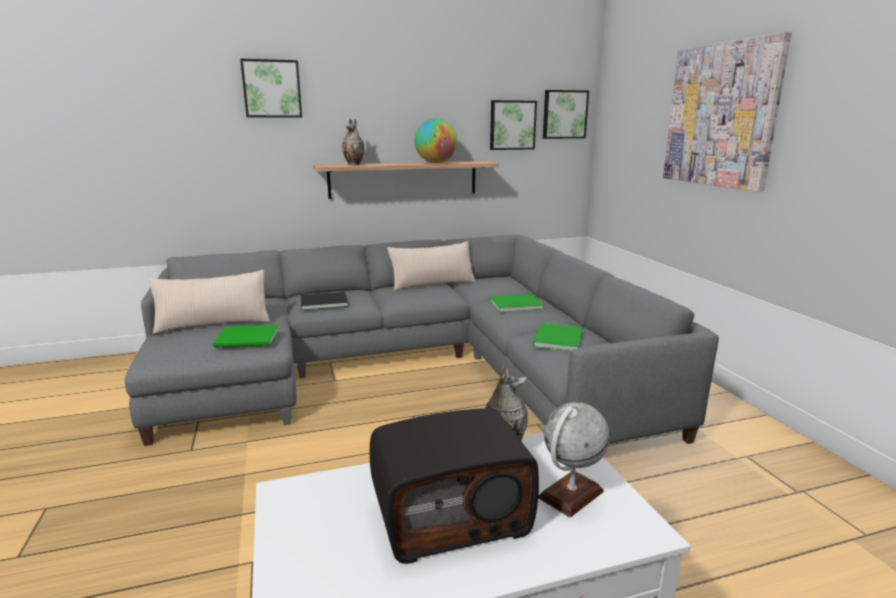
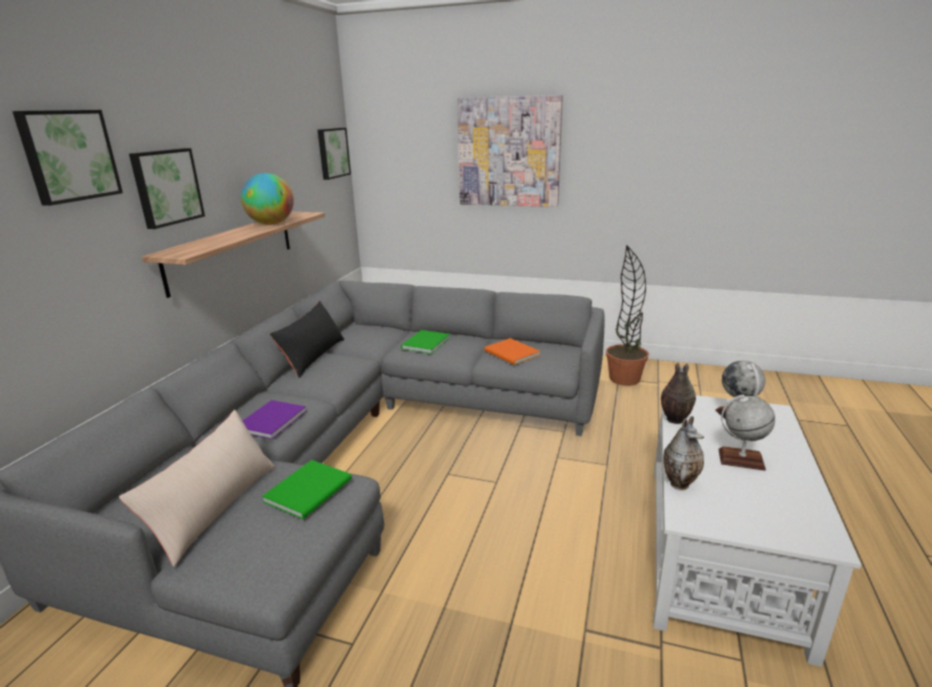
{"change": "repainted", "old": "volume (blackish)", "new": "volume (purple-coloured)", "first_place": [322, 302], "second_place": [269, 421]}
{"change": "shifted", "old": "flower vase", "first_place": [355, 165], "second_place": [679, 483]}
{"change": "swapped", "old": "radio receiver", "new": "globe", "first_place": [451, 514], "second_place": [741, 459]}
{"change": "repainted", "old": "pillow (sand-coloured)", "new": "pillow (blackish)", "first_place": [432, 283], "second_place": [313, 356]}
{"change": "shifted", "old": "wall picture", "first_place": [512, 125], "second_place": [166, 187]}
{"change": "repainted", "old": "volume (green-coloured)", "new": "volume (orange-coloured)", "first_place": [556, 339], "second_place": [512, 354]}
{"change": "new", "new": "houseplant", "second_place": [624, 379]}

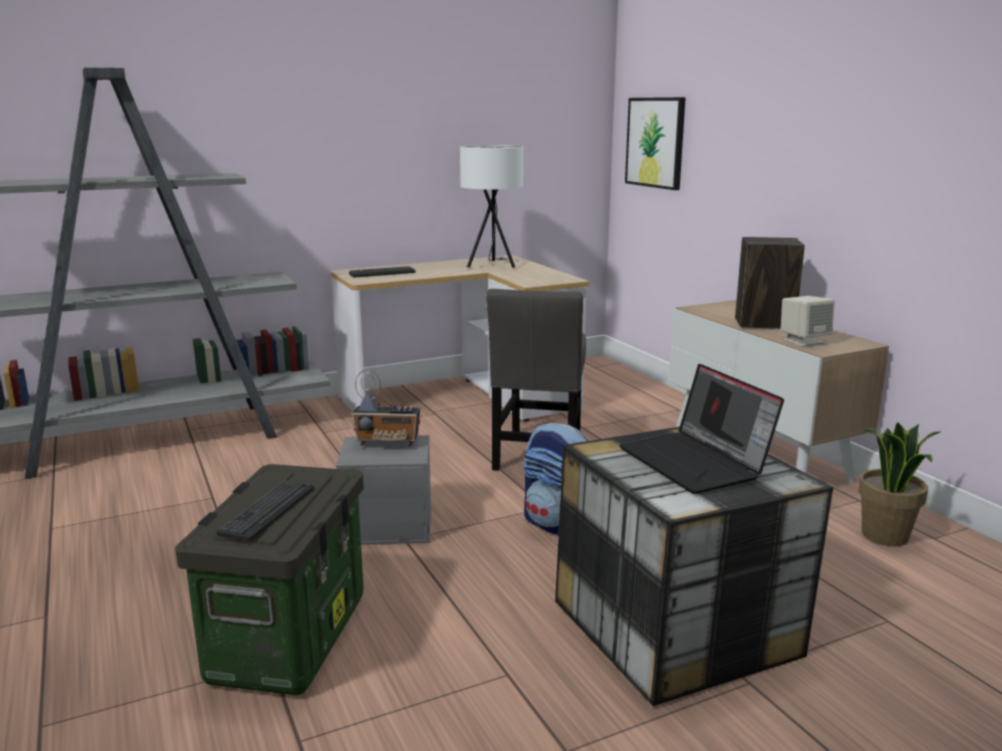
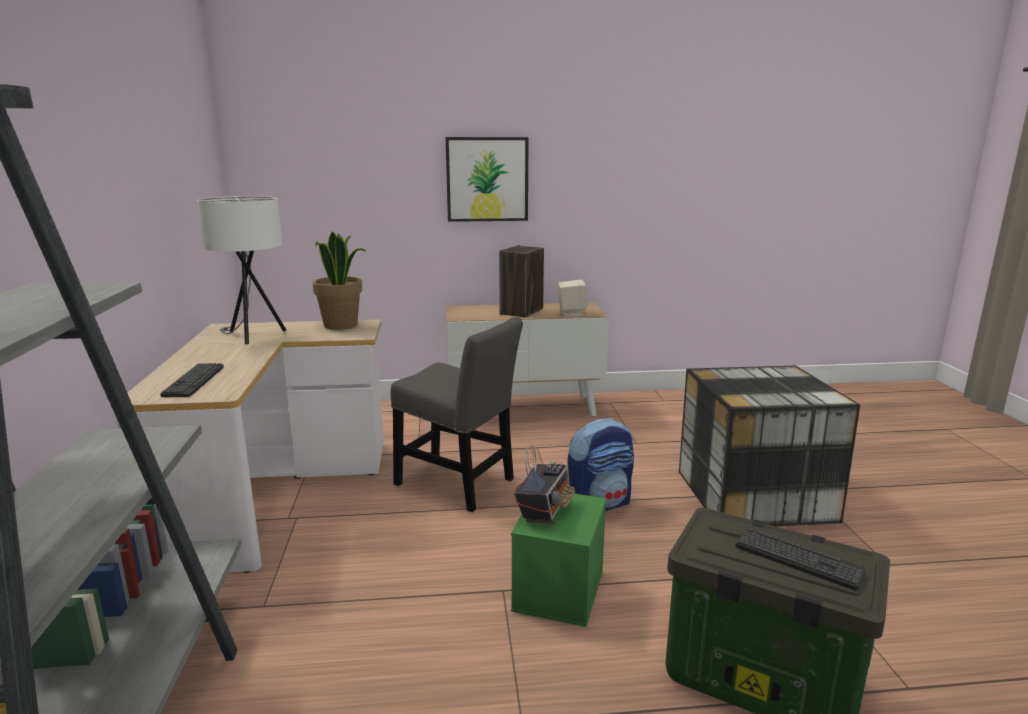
{"change": "repainted", "old": "storage box (greyish)", "new": "storage box (green-coloured)", "first_place": [389, 525], "second_place": [558, 589]}
{"change": "gone", "old": "portable computer", "first_place": [697, 463]}
{"change": "shifted", "old": "wall picture", "first_place": [655, 142], "second_place": [487, 179]}
{"change": "shifted", "old": "houseplant", "first_place": [885, 536], "second_place": [341, 325]}

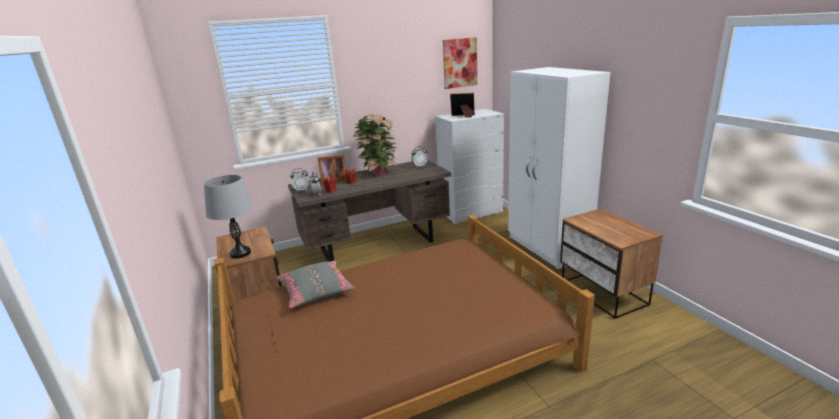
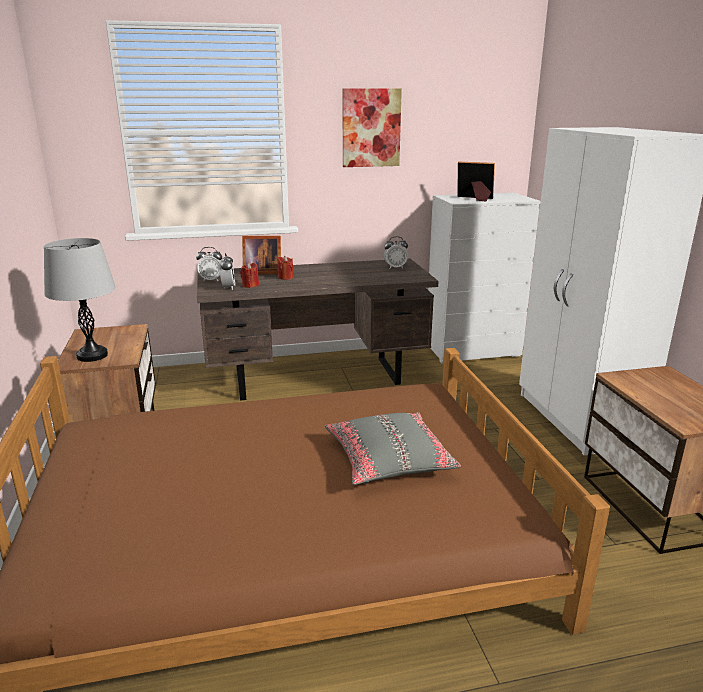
{"change": "shifted", "old": "pillow (greyish)", "first_place": [315, 291], "second_place": [388, 459]}
{"change": "gone", "old": "houseplant", "first_place": [378, 172]}
{"change": "shifted", "old": "wall picture", "first_place": [460, 63], "second_place": [371, 128]}

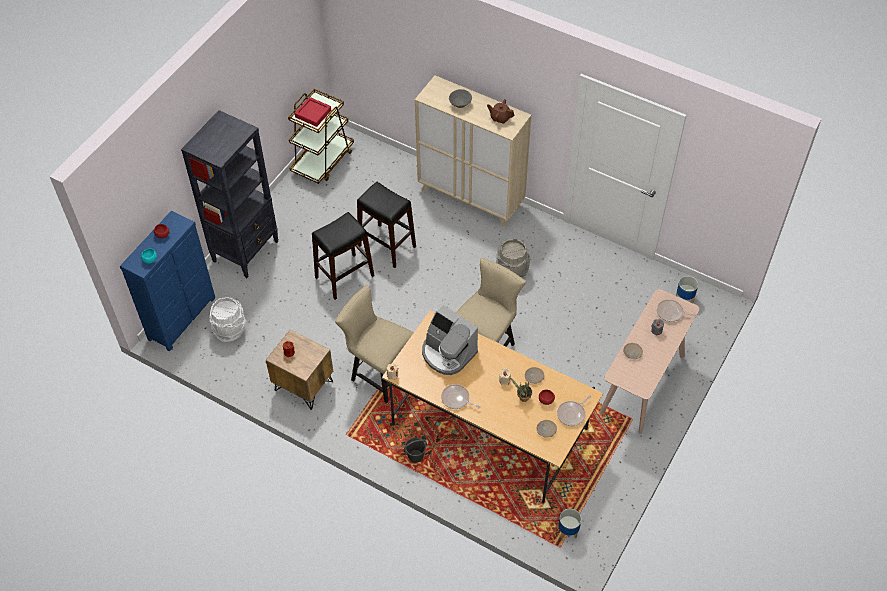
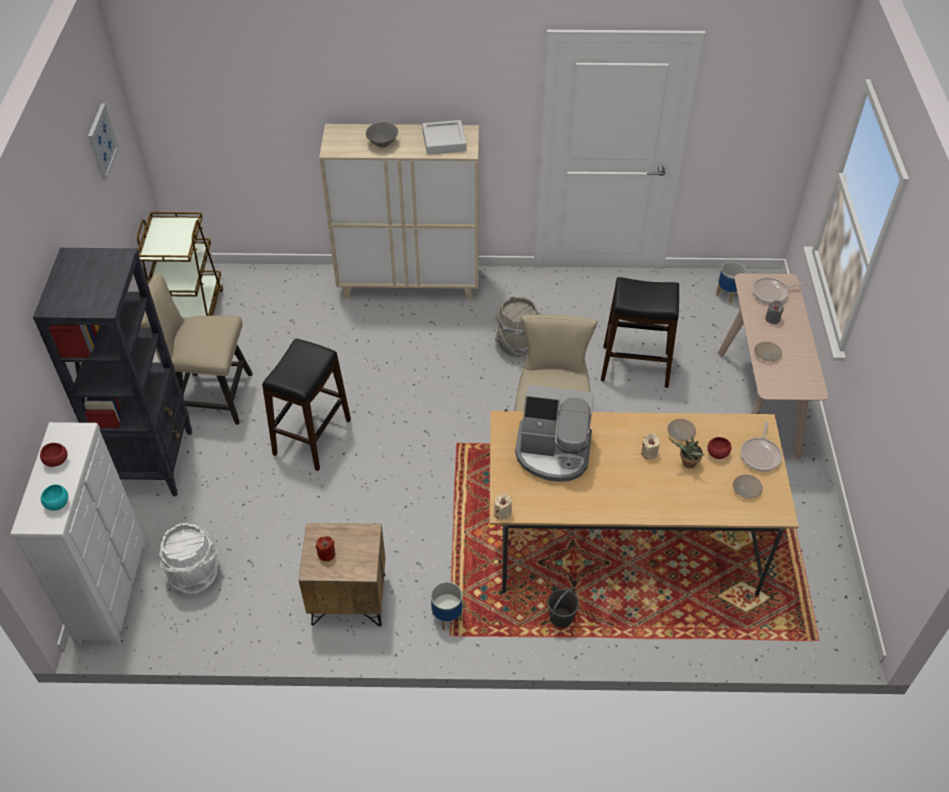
{"change": "repainted", "old": "dresser (bluish)", "new": "dresser (white-coloured)", "first_place": [183, 318], "second_place": [113, 590]}
{"change": "gone", "old": "tray (red-coloured)", "first_place": [313, 114]}
{"change": "shifted", "old": "plain chair (sand-coloured)", "first_place": [378, 372], "second_place": [210, 396]}
{"change": "shifted", "old": "sitting stool (blackish)", "first_place": [386, 246], "second_place": [635, 366]}
{"change": "gone", "old": "frying pan", "first_place": [456, 399]}
{"change": "swapped", "old": "teapot (brown-coloured)", "new": "tray (greyish)", "first_place": [500, 118], "second_place": [444, 141]}
{"change": "shifted", "old": "plant pot", "first_place": [568, 531], "second_place": [447, 617]}
{"change": "new", "new": "wall picture", "second_place": [101, 142]}

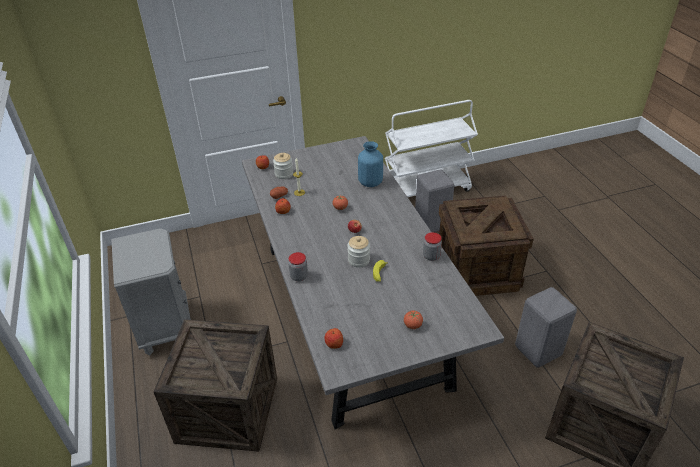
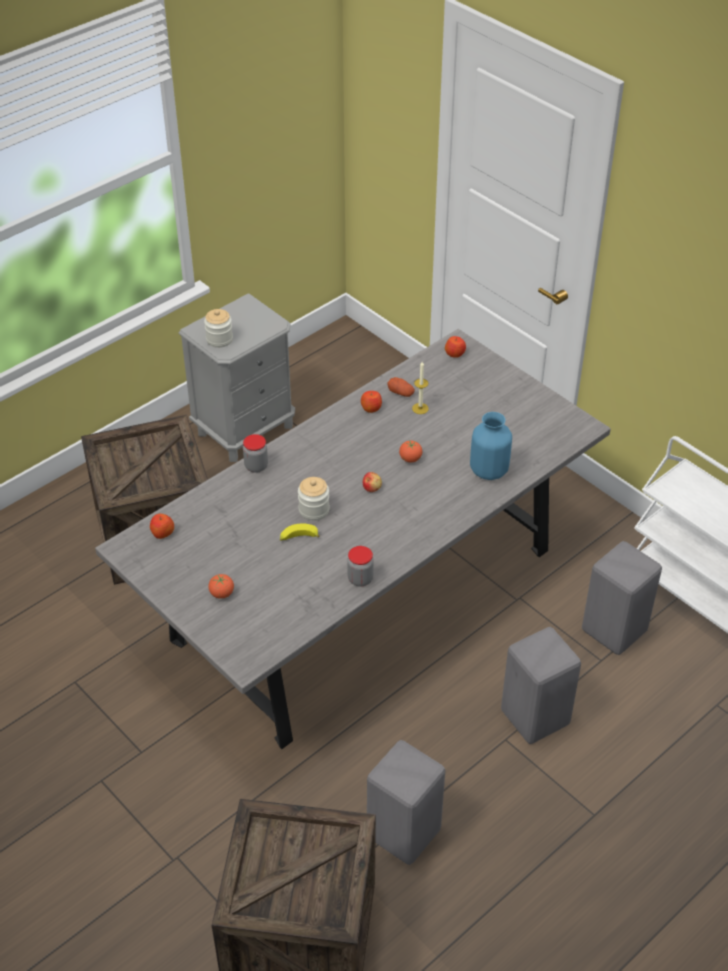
{"change": "shifted", "old": "jar", "first_place": [284, 174], "second_place": [219, 339]}
{"change": "swapped", "old": "crate", "new": "sitting stool (greyish)", "first_place": [477, 270], "second_place": [537, 718]}

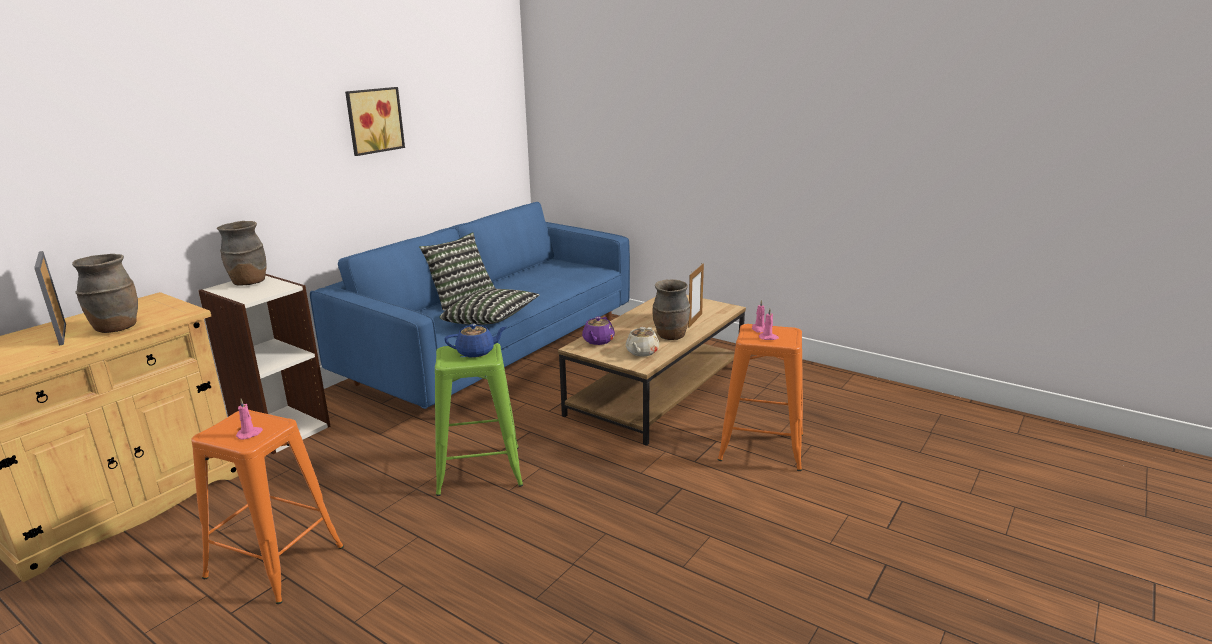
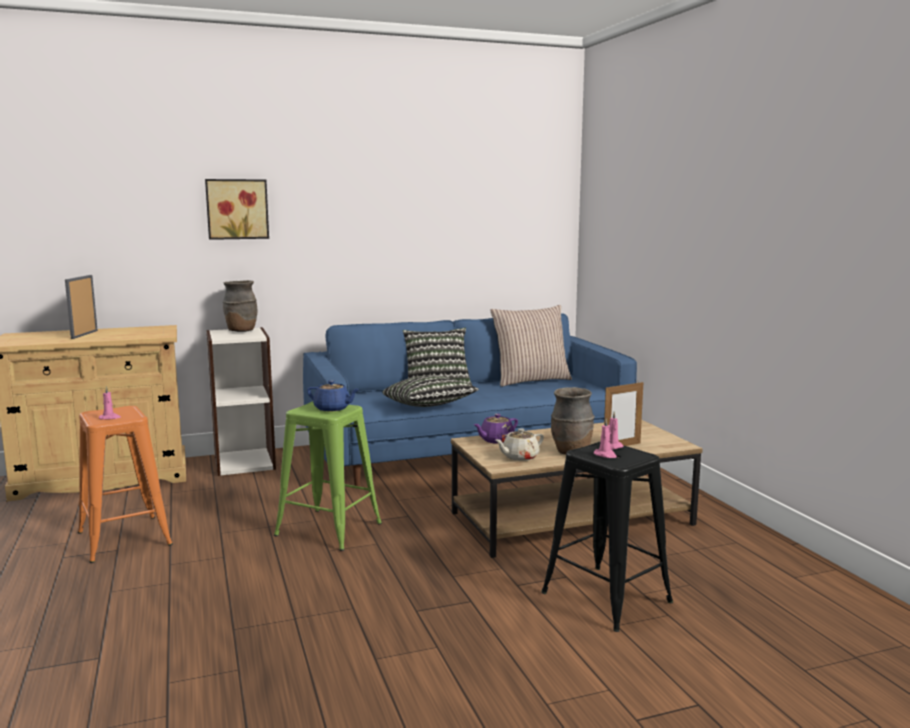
{"change": "gone", "old": "flower vase (brown-coloured)", "first_place": [116, 328]}
{"change": "shifted", "old": "wall picture", "first_place": [373, 120], "second_place": [237, 209]}
{"change": "repainted", "old": "sitting stool (orange-coloured)", "new": "sitting stool (blackish)", "first_place": [760, 447], "second_place": [605, 597]}
{"change": "new", "new": "pillow", "second_place": [530, 380]}

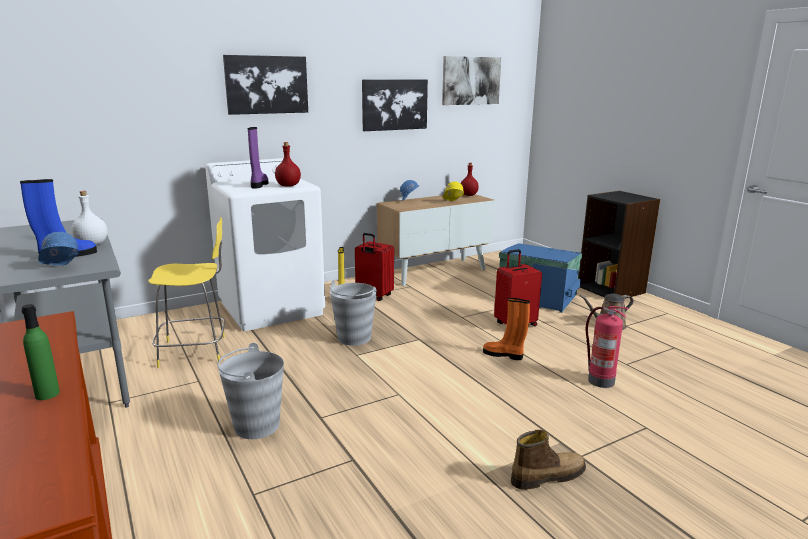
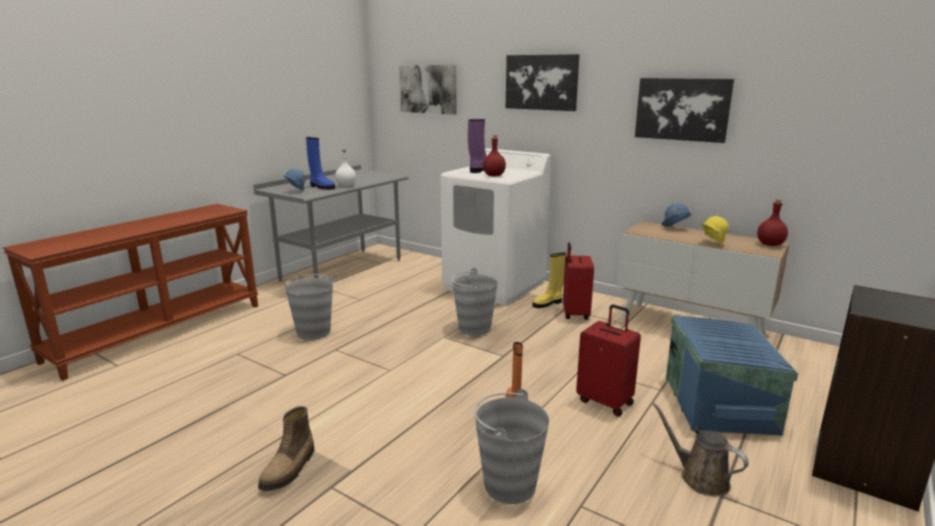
{"change": "gone", "old": "beverage bottle (green-coloured)", "first_place": [47, 394]}
{"change": "gone", "old": "sitting stool (yellow)", "first_place": [196, 351]}
{"change": "shifted", "old": "wall picture", "first_place": [470, 80], "second_place": [428, 89]}
{"change": "rotated", "old": "high-top boot", "first_place": [547, 476], "second_place": [289, 469], "degrees": 60}
{"change": "swapped", "old": "fire-fighting cylinder", "new": "water bucket (greyish)", "first_place": [599, 381], "second_place": [509, 485]}

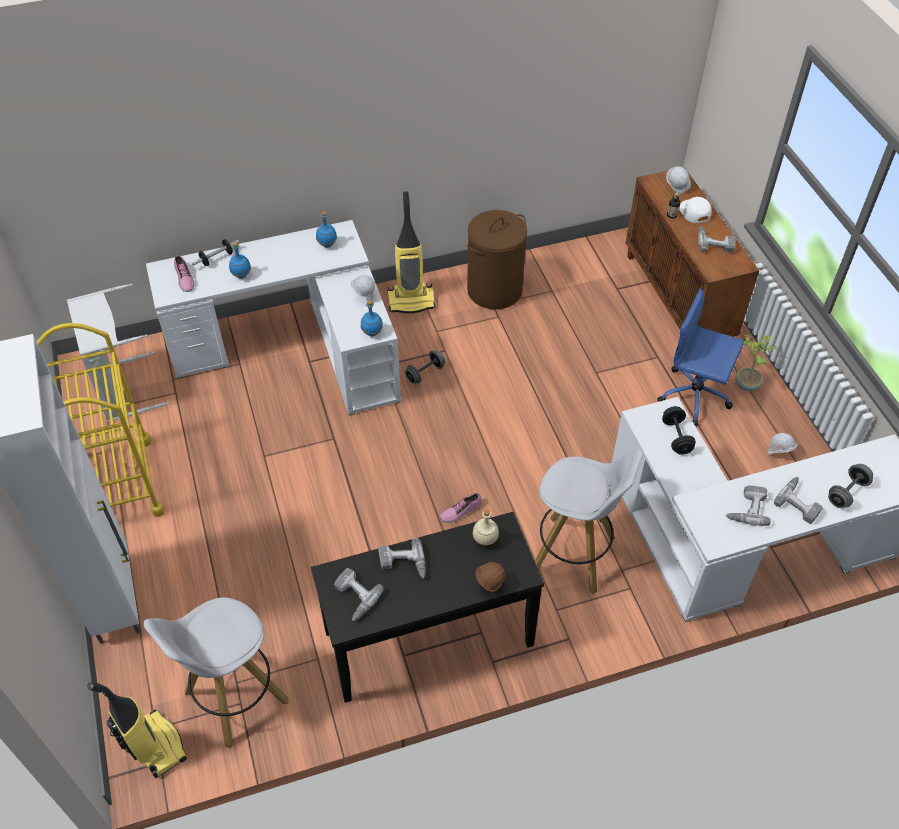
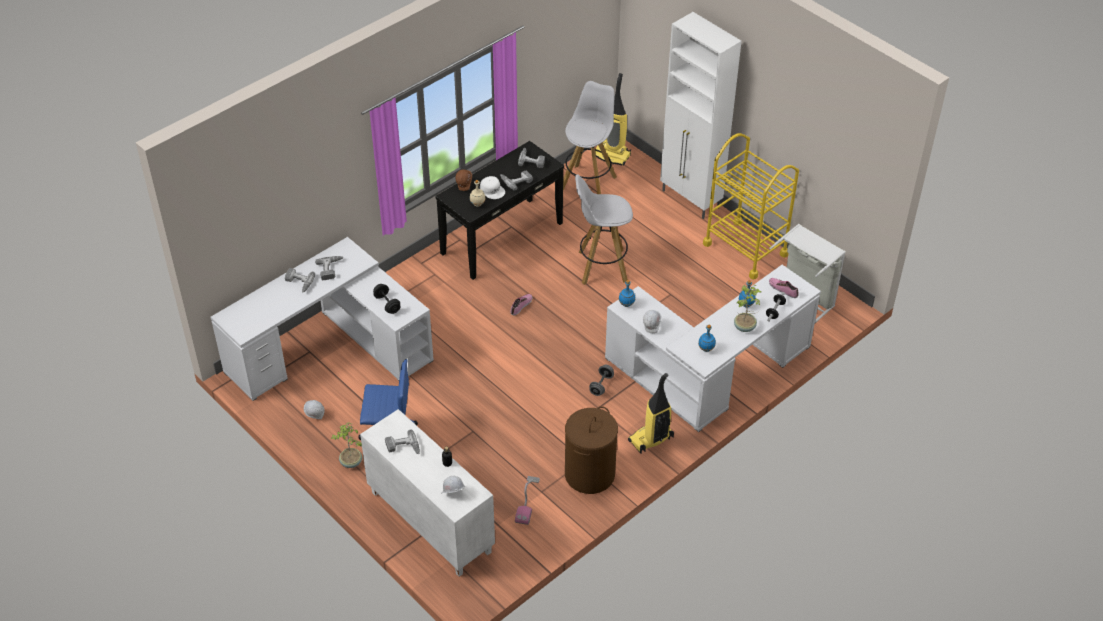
{"change": "shifted", "old": "sitting stool (white-coloured)", "first_place": [574, 555], "second_place": [601, 267]}
{"change": "repainted", "old": "cupboard (brown-coloured)", "new": "cupboard (white-coloured)", "first_place": [678, 300], "second_place": [429, 522]}
{"change": "shifted", "old": "peaked cap (white-coloured)", "first_place": [694, 212], "second_place": [492, 190]}
{"change": "gone", "old": "dumbbell (greyish)", "first_place": [847, 493]}
{"change": "new", "new": "vacuum", "second_place": [527, 501]}
{"change": "new", "new": "houseplant", "second_place": [745, 327]}

